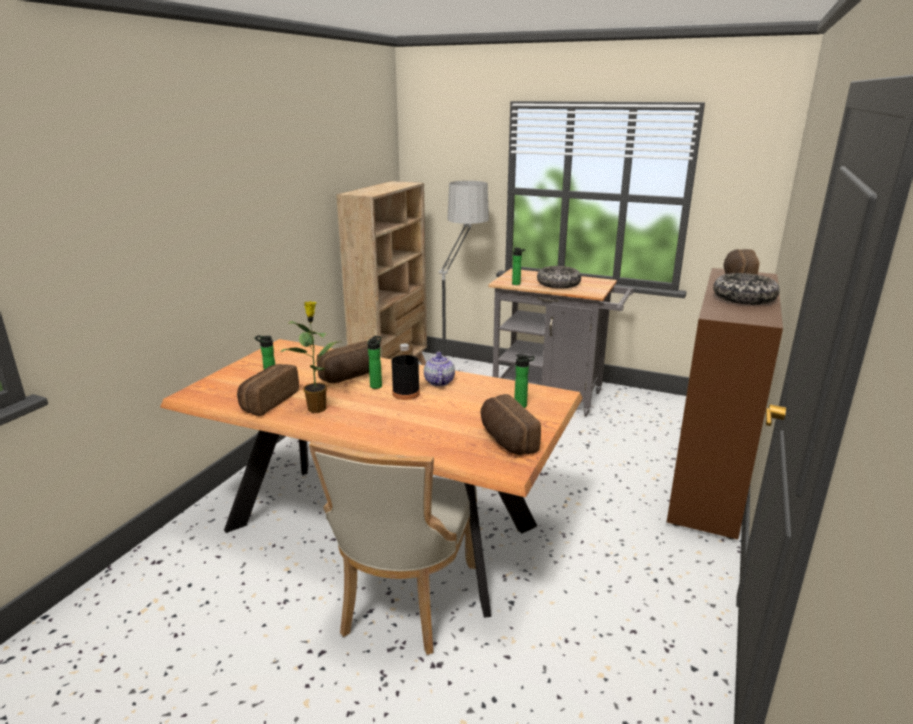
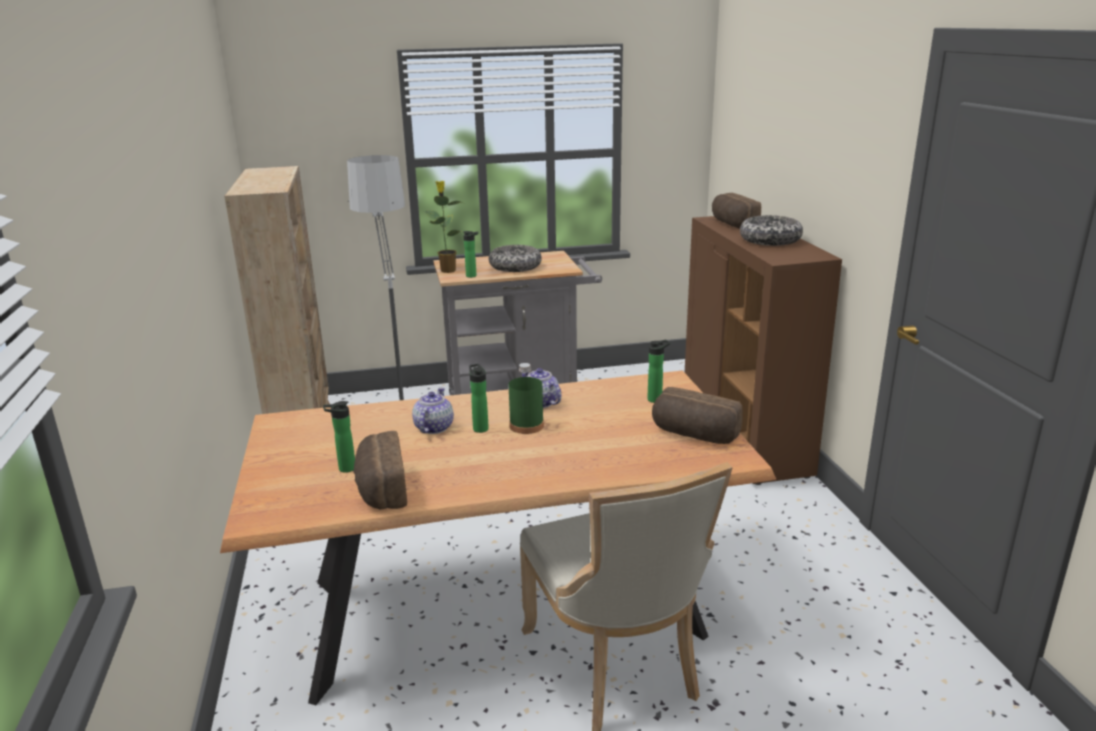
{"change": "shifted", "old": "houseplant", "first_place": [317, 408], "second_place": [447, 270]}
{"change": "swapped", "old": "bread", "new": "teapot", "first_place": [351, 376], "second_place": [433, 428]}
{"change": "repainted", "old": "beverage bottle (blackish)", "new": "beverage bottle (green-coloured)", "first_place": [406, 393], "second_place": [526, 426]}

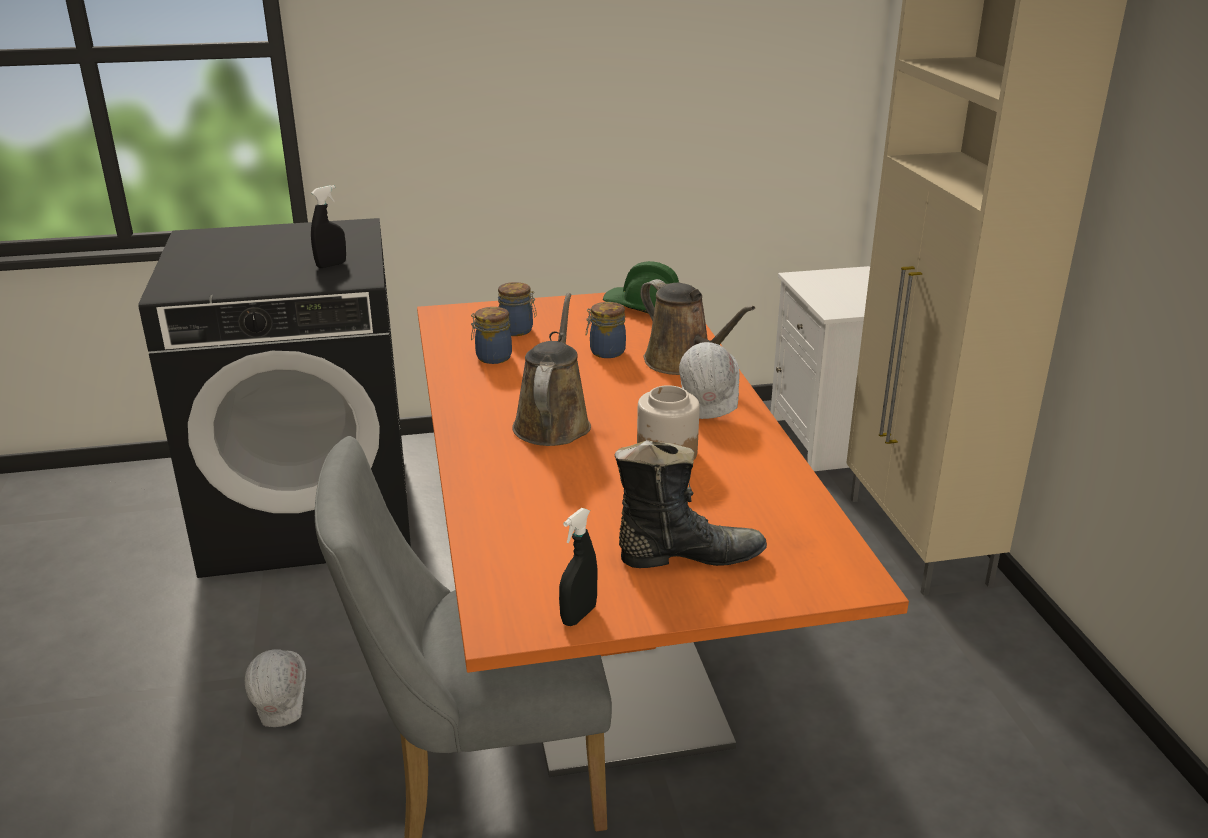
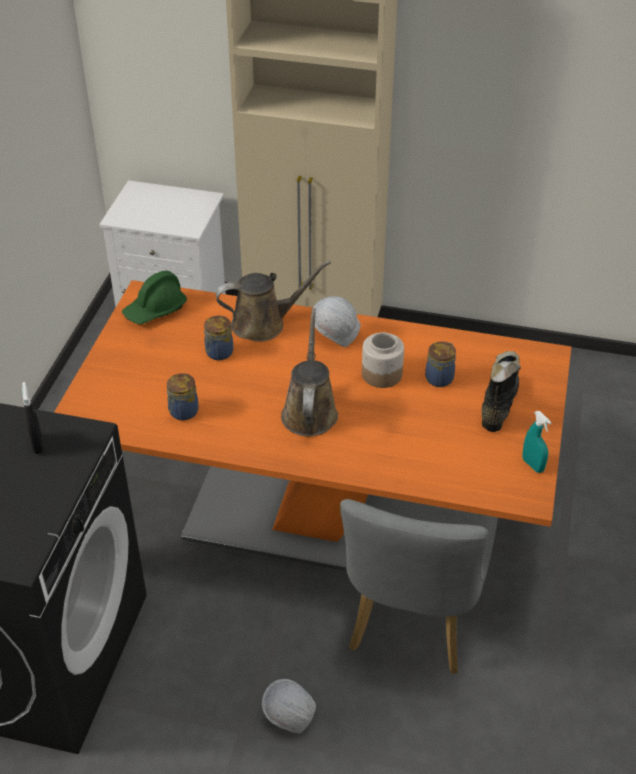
{"change": "shifted", "old": "jar", "first_place": [517, 330], "second_place": [440, 378]}
{"change": "rotated", "old": "sprinkling can (brown-coloured)", "first_place": [553, 423], "second_place": [309, 411], "degrees": 60}
{"change": "repainted", "old": "sprayer (blackish)", "new": "sprayer (blue-green)", "first_place": [578, 615], "second_place": [532, 465]}

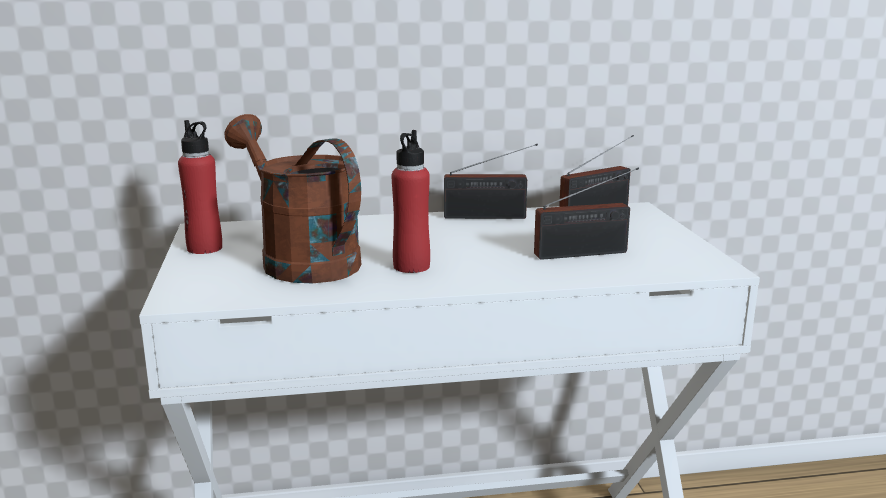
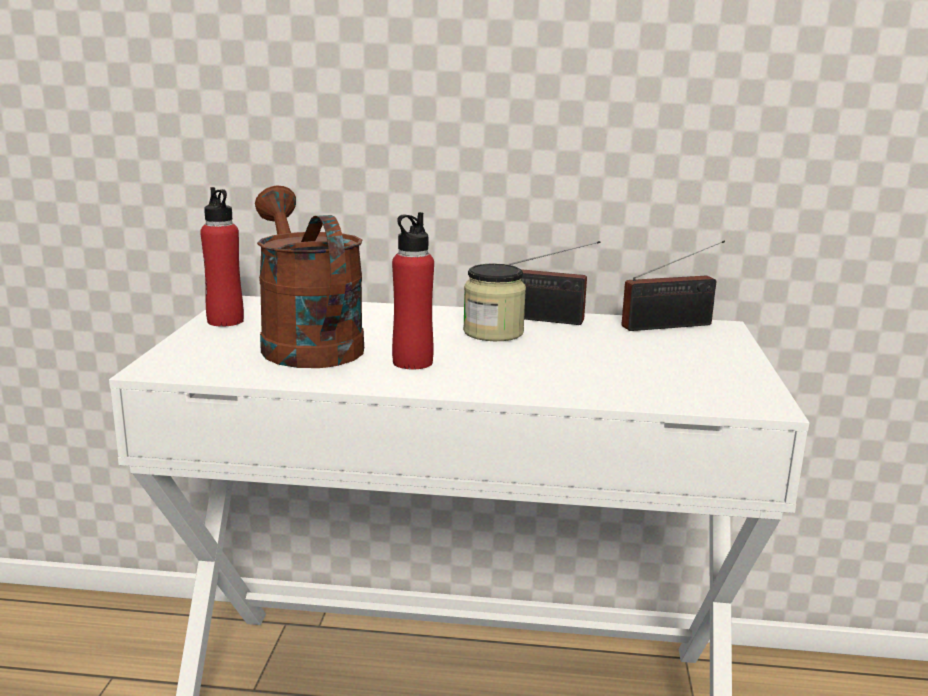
{"change": "gone", "old": "radio receiver", "first_place": [586, 253]}
{"change": "new", "new": "jar", "second_place": [493, 332]}

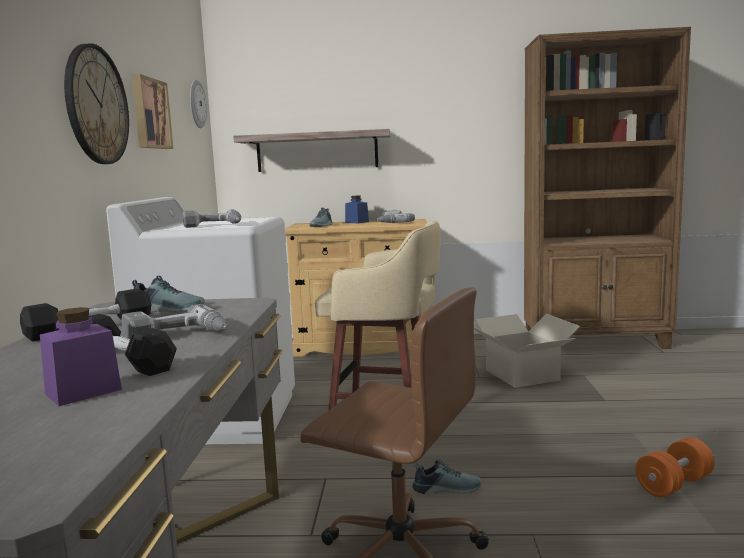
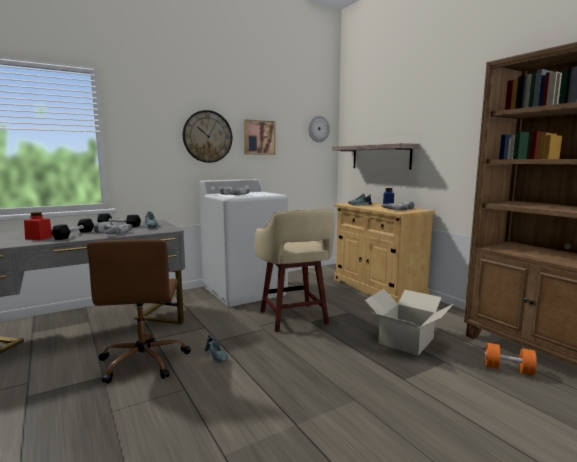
{"change": "repainted", "old": "jar (purple-coloured)", "new": "jar (red-coloured)", "first_place": [83, 391], "second_place": [39, 238]}
{"change": "shifted", "old": "dumbbell (orange-coloured)", "first_place": [674, 484], "second_place": [508, 369]}

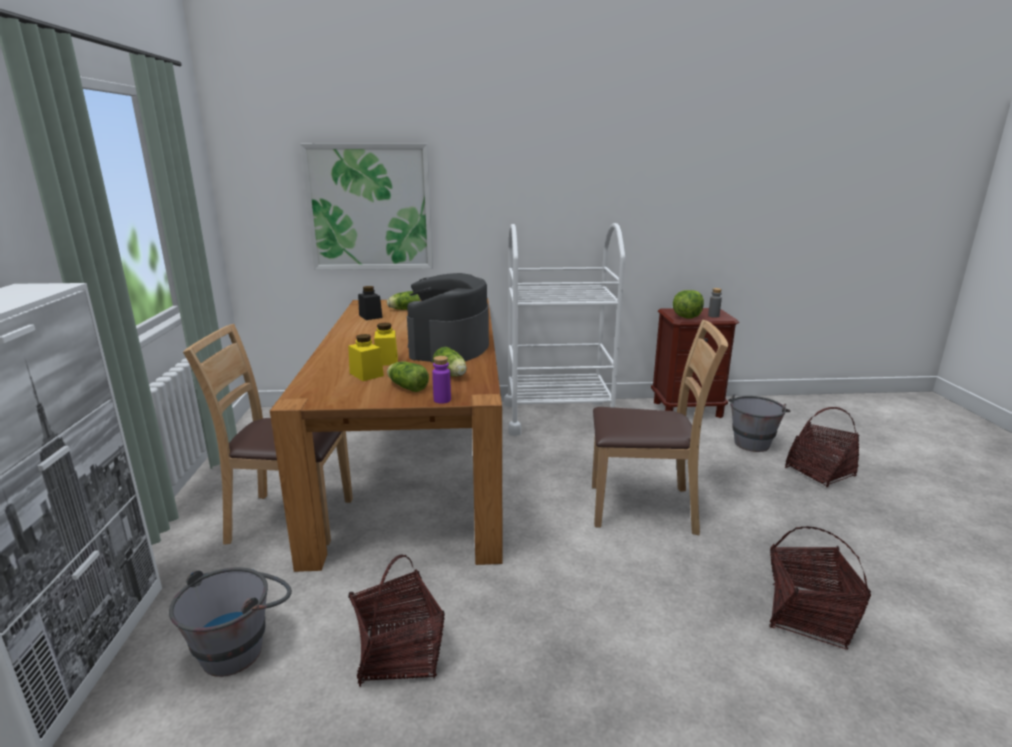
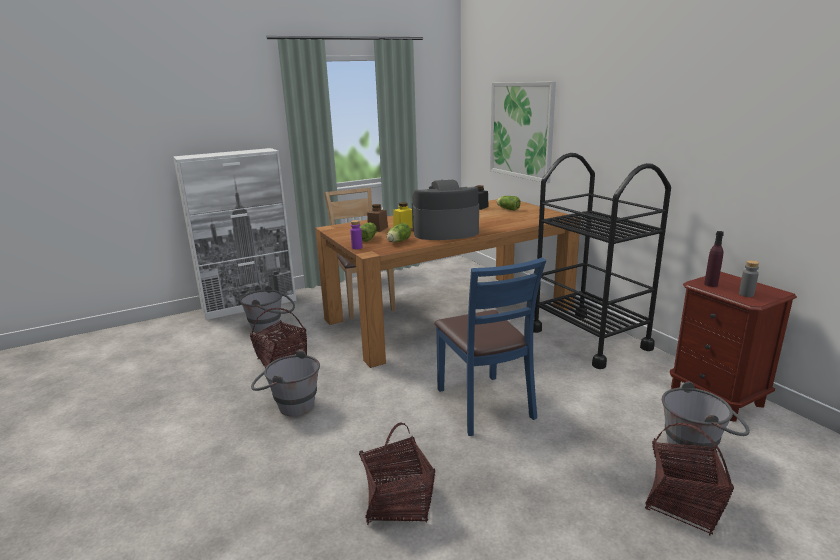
{"change": "repainted", "old": "jar (yellow)", "new": "jar (brown-coloured)", "first_place": [366, 374], "second_place": [377, 229]}
{"change": "repainted", "old": "wheeled cart (white-coloured)", "new": "wheeled cart (blackish)", "first_place": [558, 417], "second_place": [589, 339]}
{"change": "repainted", "old": "plain chair (brown-coloured)", "new": "plain chair (bluish)", "first_place": [644, 508], "second_place": [484, 404]}
{"change": "swapped", "old": "lettuce head", "new": "beverage bottle (purple-coloured)", "first_place": [686, 317], "second_place": [711, 284]}
{"change": "new", "new": "water bucket (greyish)", "second_place": [289, 405]}

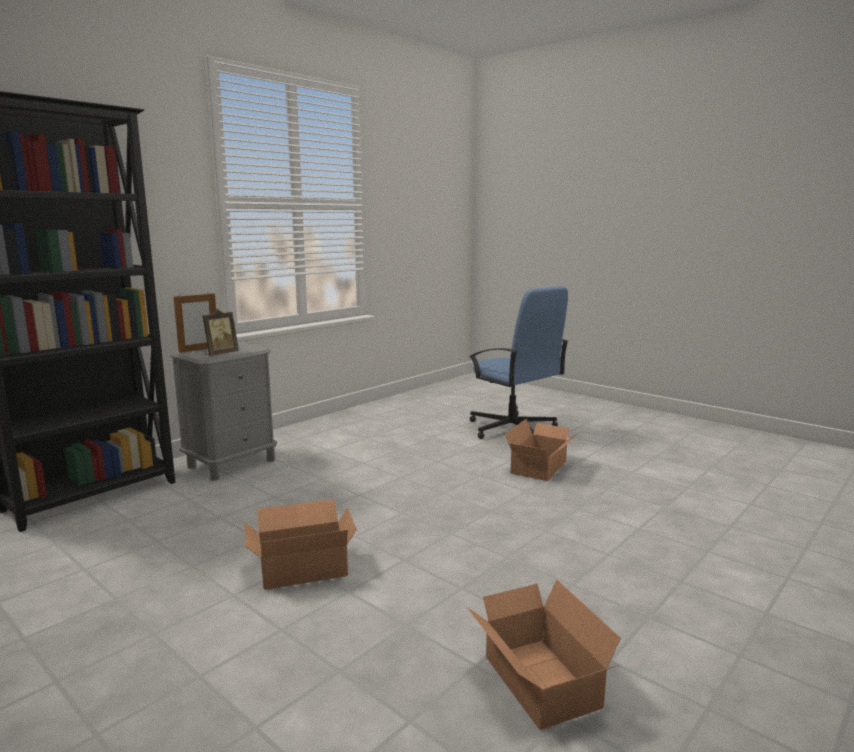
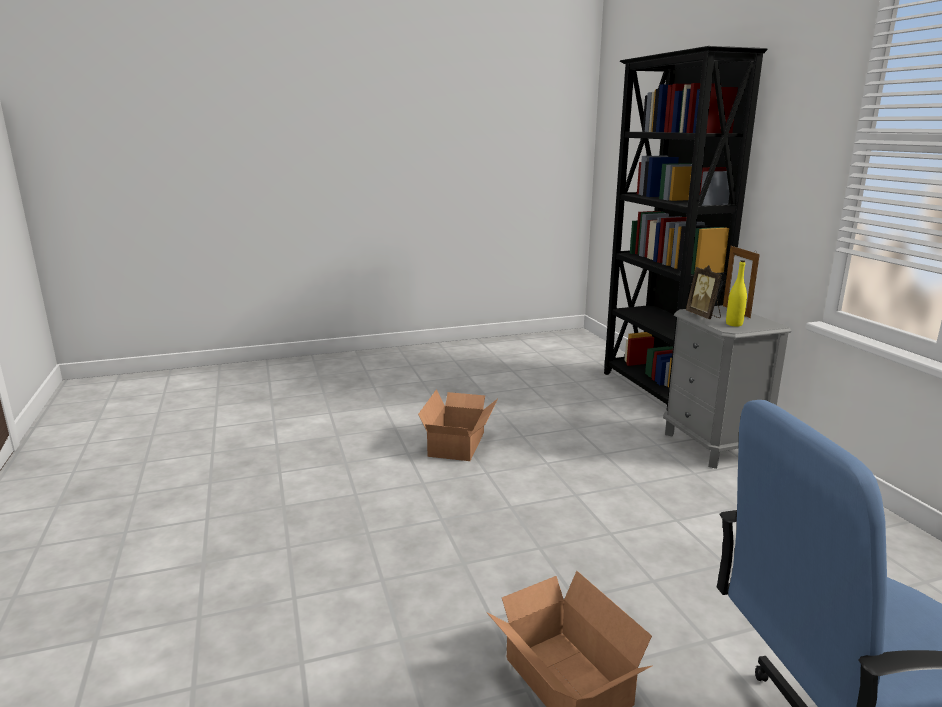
{"change": "gone", "old": "carton", "first_place": [538, 684]}
{"change": "new", "new": "beverage bottle (yellow)", "second_place": [734, 324]}

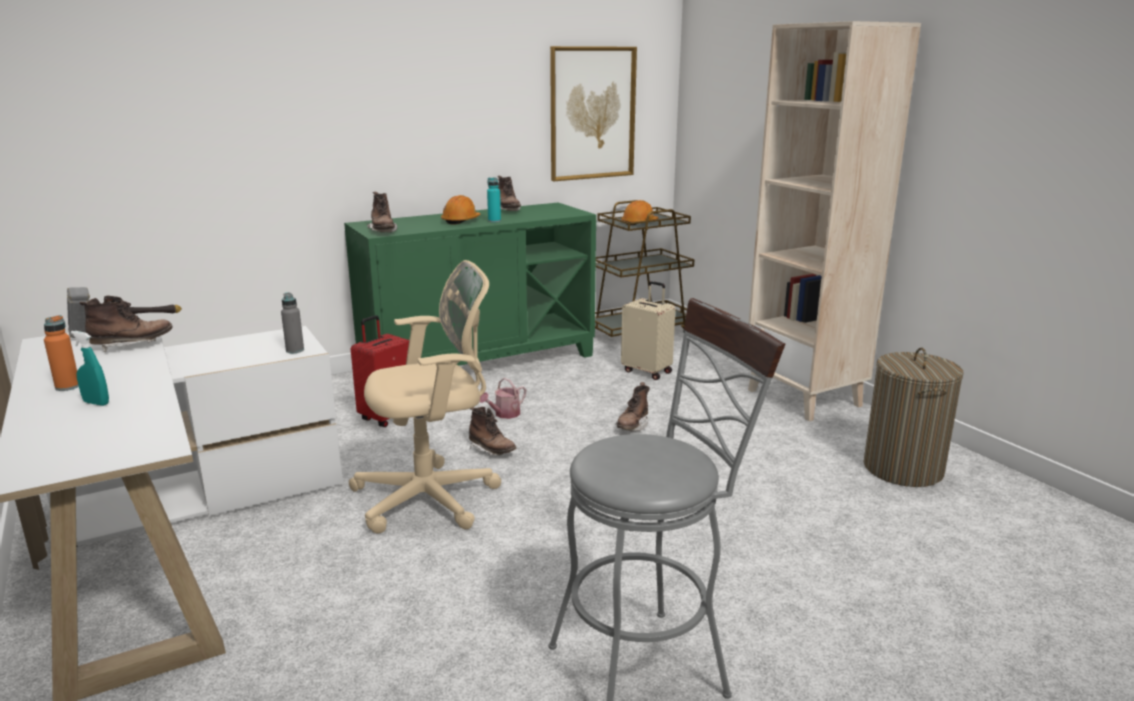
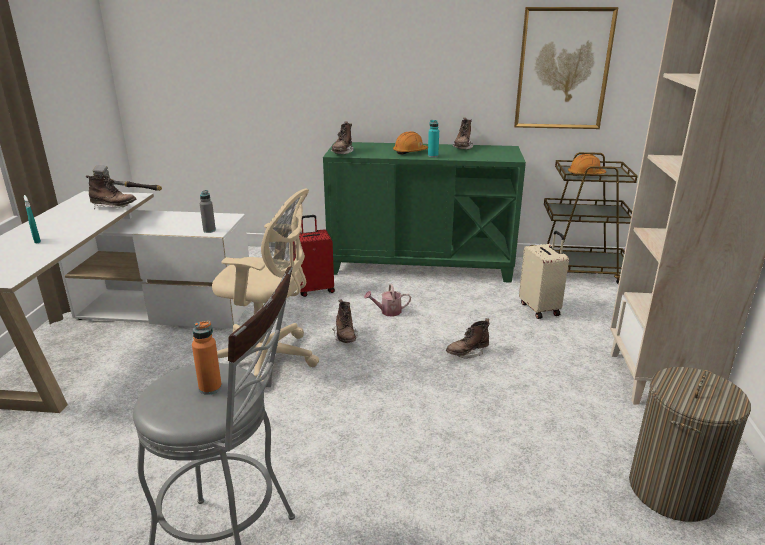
{"change": "shifted", "old": "beverage bottle (orange-coloured)", "first_place": [67, 387], "second_place": [210, 388]}

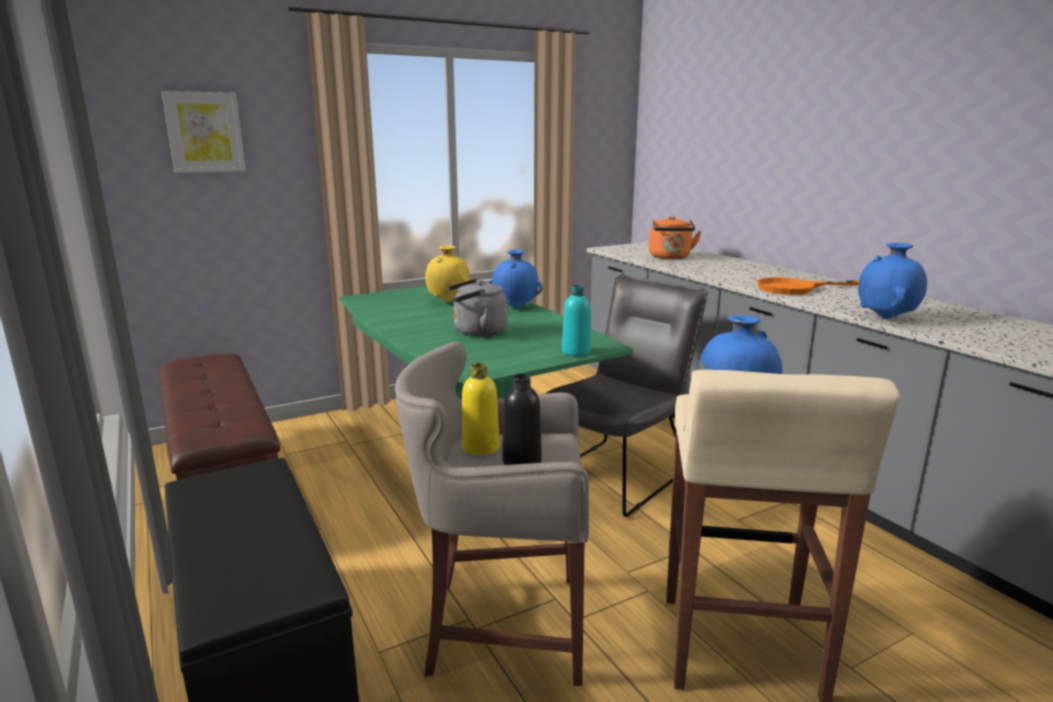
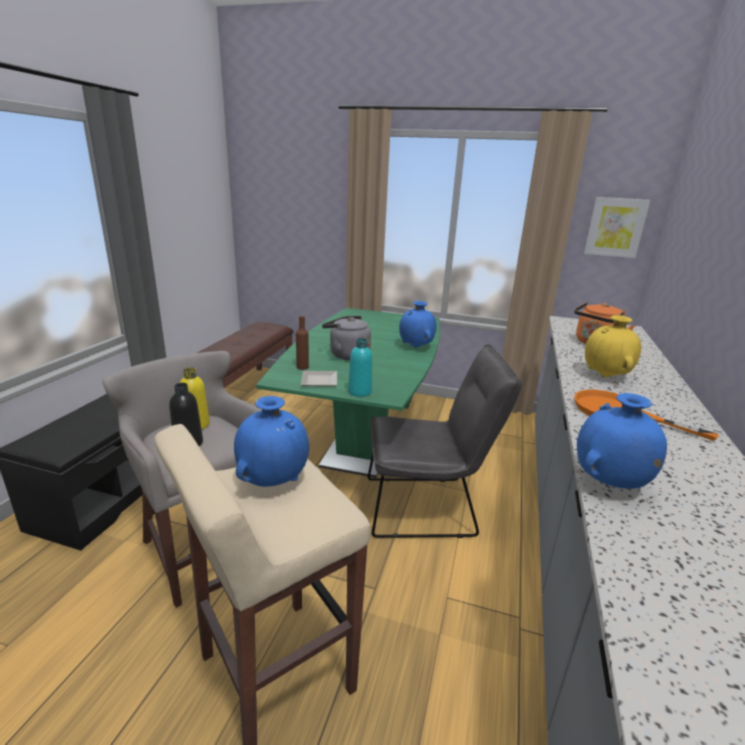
{"change": "shifted", "old": "wall picture", "first_place": [205, 132], "second_place": [615, 227]}
{"change": "shifted", "old": "flower vase (yellow)", "first_place": [449, 301], "second_place": [605, 376]}
{"change": "new", "new": "beverage bottle (brown-coloured)", "second_place": [302, 367]}
{"change": "new", "new": "dinner plate", "second_place": [320, 380]}

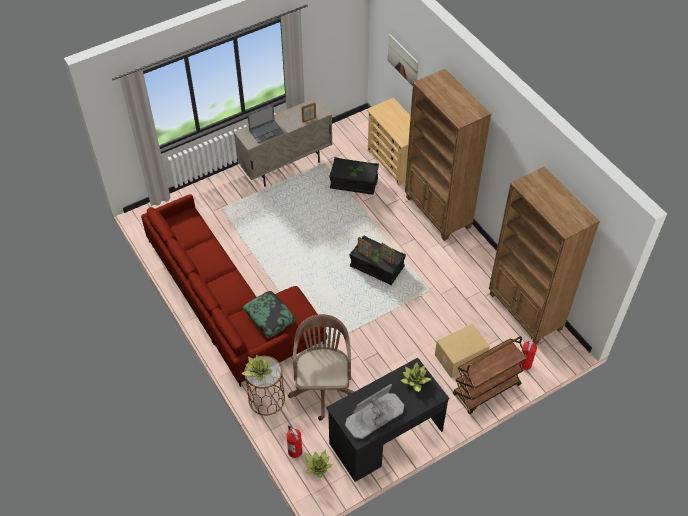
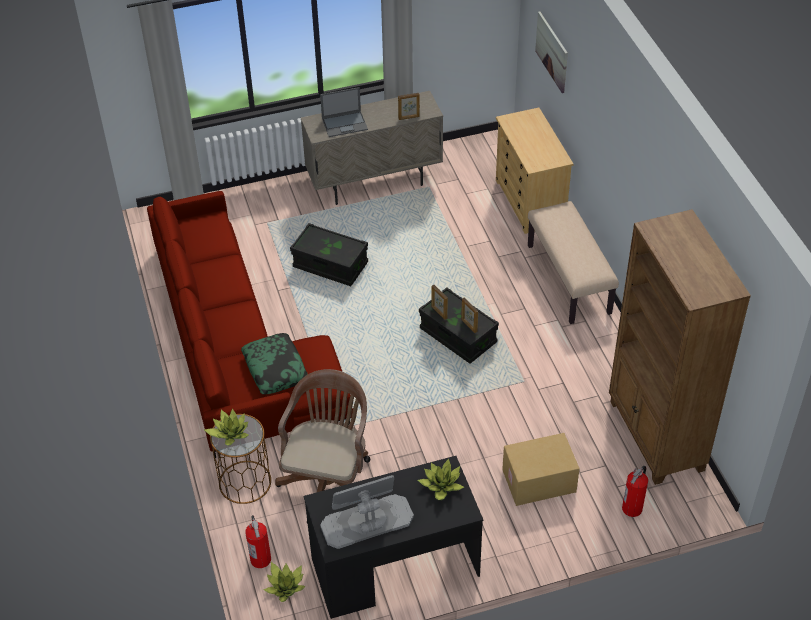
{"change": "shifted", "old": "storage box (blackish)", "first_place": [354, 183], "second_place": [330, 265]}
{"change": "swapped", "old": "bookshelf (brown-coloured)", "new": "bench (sand-coloured)", "first_place": [438, 213], "second_place": [569, 279]}
{"change": "gone", "old": "wheeled cart (brown-coloured)", "first_place": [486, 390]}

